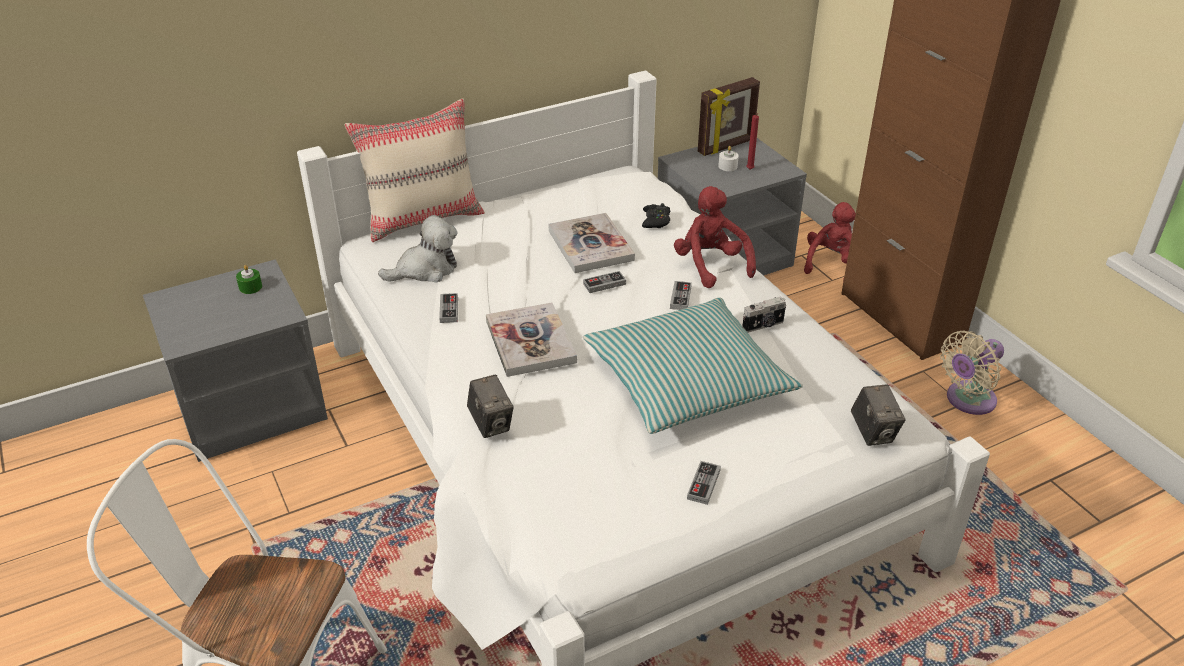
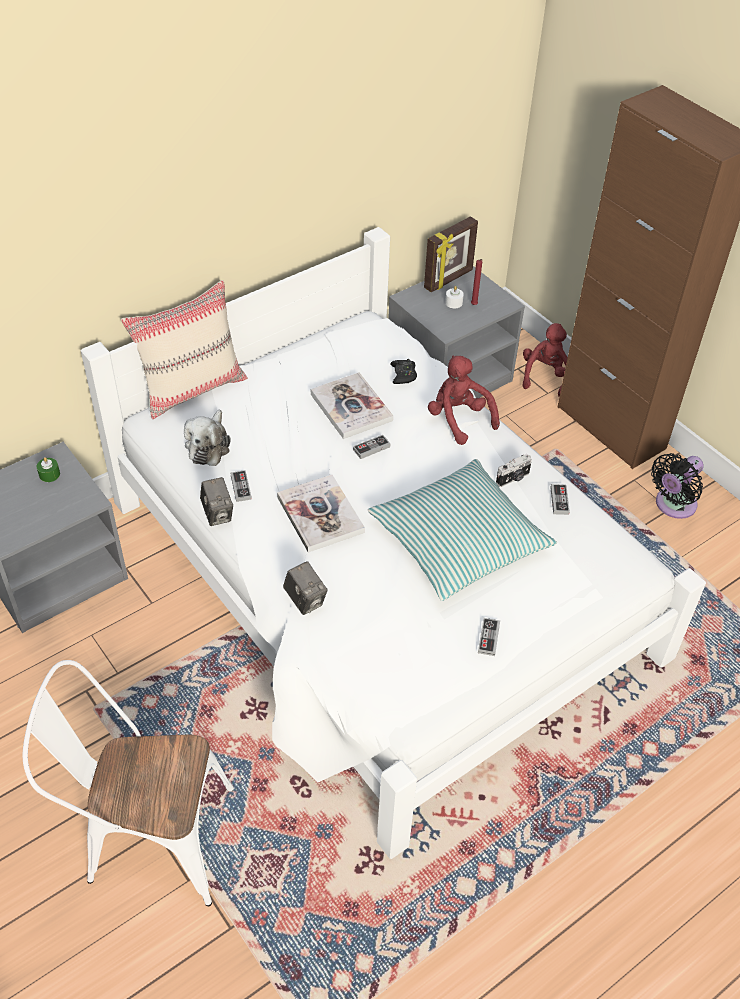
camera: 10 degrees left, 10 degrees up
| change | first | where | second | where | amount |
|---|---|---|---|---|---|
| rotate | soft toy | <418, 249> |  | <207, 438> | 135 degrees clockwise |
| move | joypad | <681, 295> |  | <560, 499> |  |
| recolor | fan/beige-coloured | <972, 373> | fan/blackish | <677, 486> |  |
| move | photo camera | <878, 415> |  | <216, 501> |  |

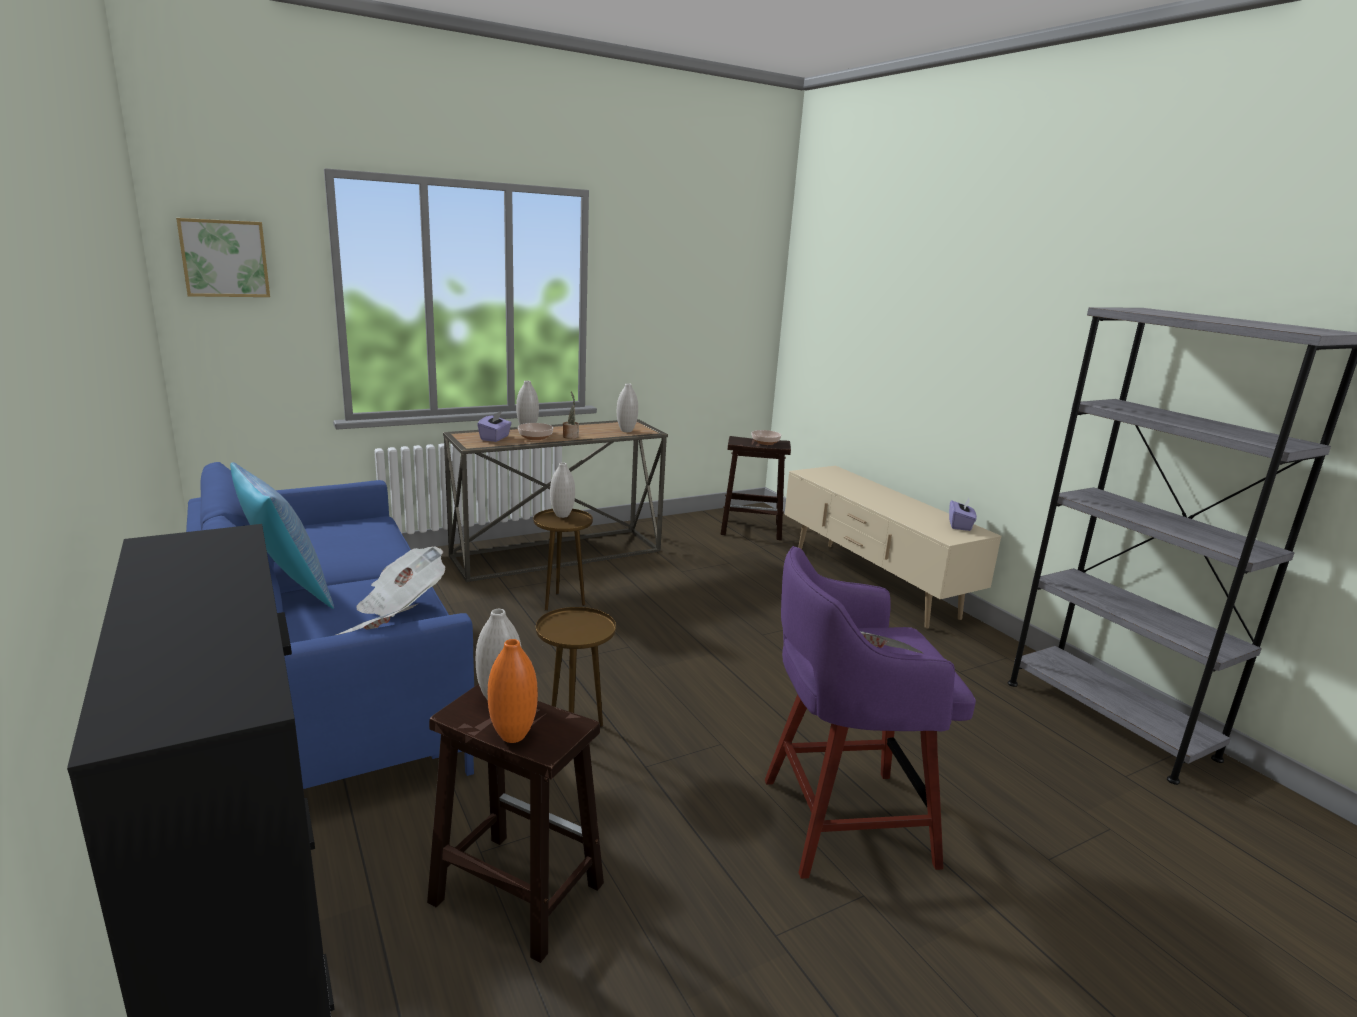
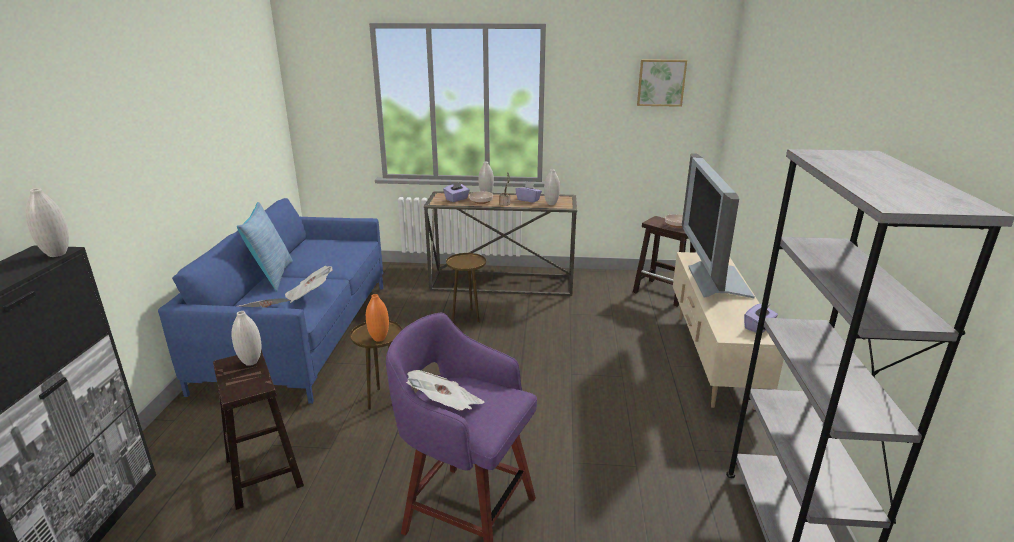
camera: 35 degrees right, 5 degrees up
| change | first | where | second | where | amount |
|---|---|---|---|---|---|
| move | wall art | <223, 257> |  | <662, 83> |  |
| move | decorative vase/whitish | <562, 490> |  | <47, 222> |  |
| move | decorative vase/orange | <513, 691> |  | <377, 318> |  |
| insert |  |  | TV set | <718, 226> |  |
| insert |  |  | box of tissues/purple | <528, 192> |  |

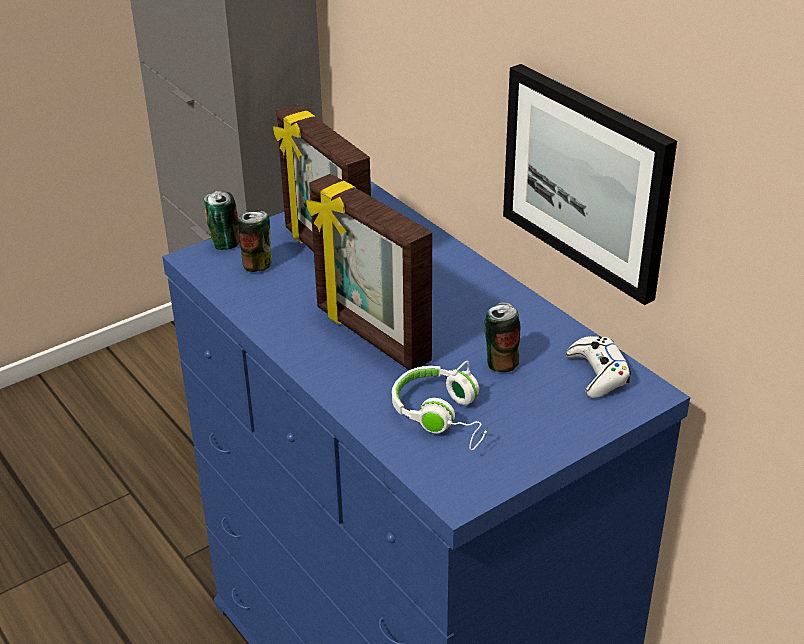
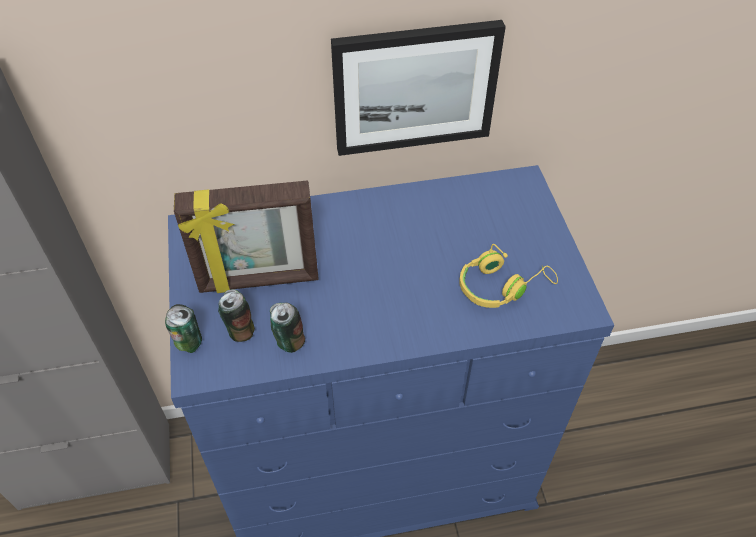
camera: 65 degrees left, 15 degrees up
| change | first | where | second | where | amount |
|---|---|---|---|---|---|
| delete | picture frame | <369, 272> |  |  |  |
| move | metal can | <502, 337> |  | <287, 328> |  |
| delete | joypad/whitish | <598, 367> |  |  |  |
| recolor | pair of headphones/whitish | <440, 406> | pair of headphones/yellowish | <508, 276> |  |

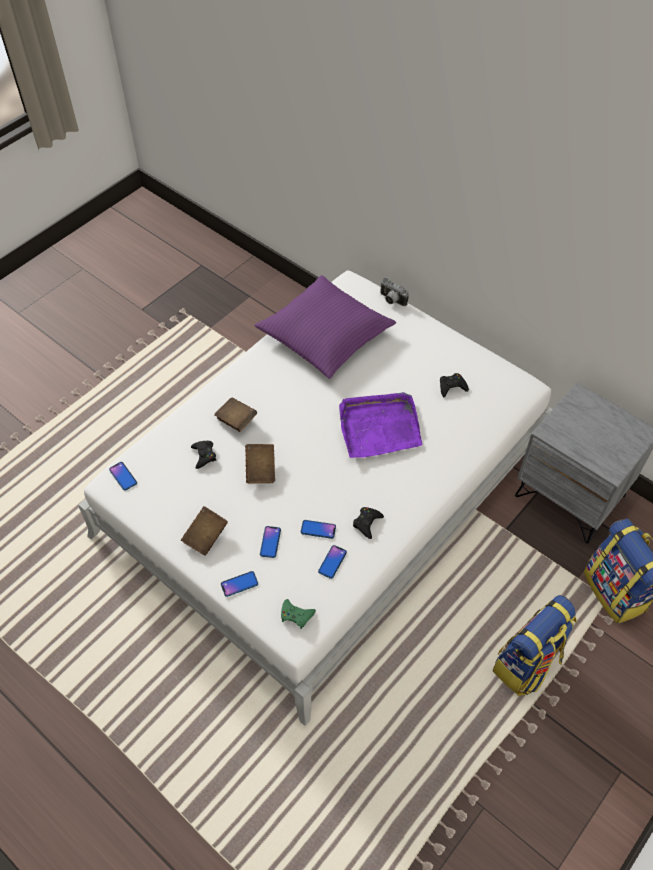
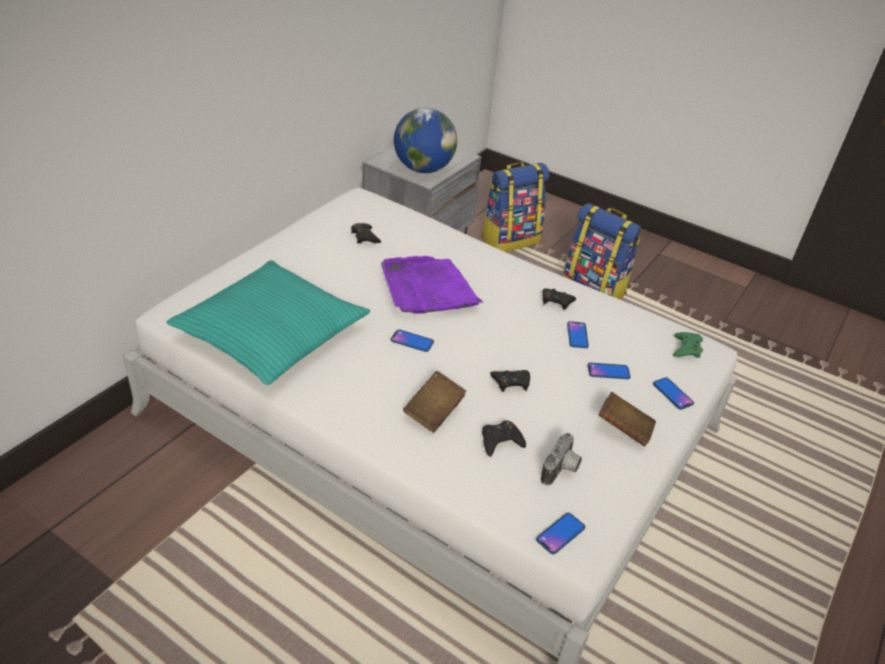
camera: 100 degrees left, 15 degrees down
| change | first | where | second | where | amount |
|---|---|---|---|---|---|
| recolor | pillow/purple | <325, 327> | pillow/blue-green | <269, 322> |  |
| move | photo camera | <394, 292> |  | <561, 459> |  |
| replace | volume/brown-coloured | <260, 464> | joypad/blackish | <510, 381> |  |
| move | phone | <332, 562> |  | <412, 340> |  |
| insert |  |  | globe | <425, 140> |  |

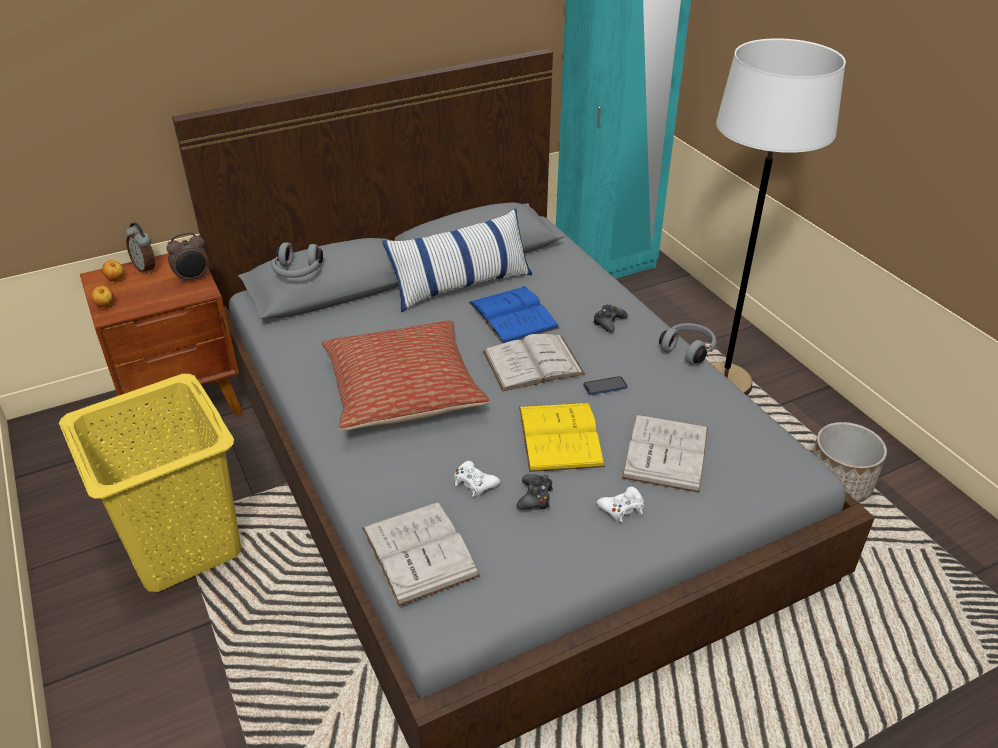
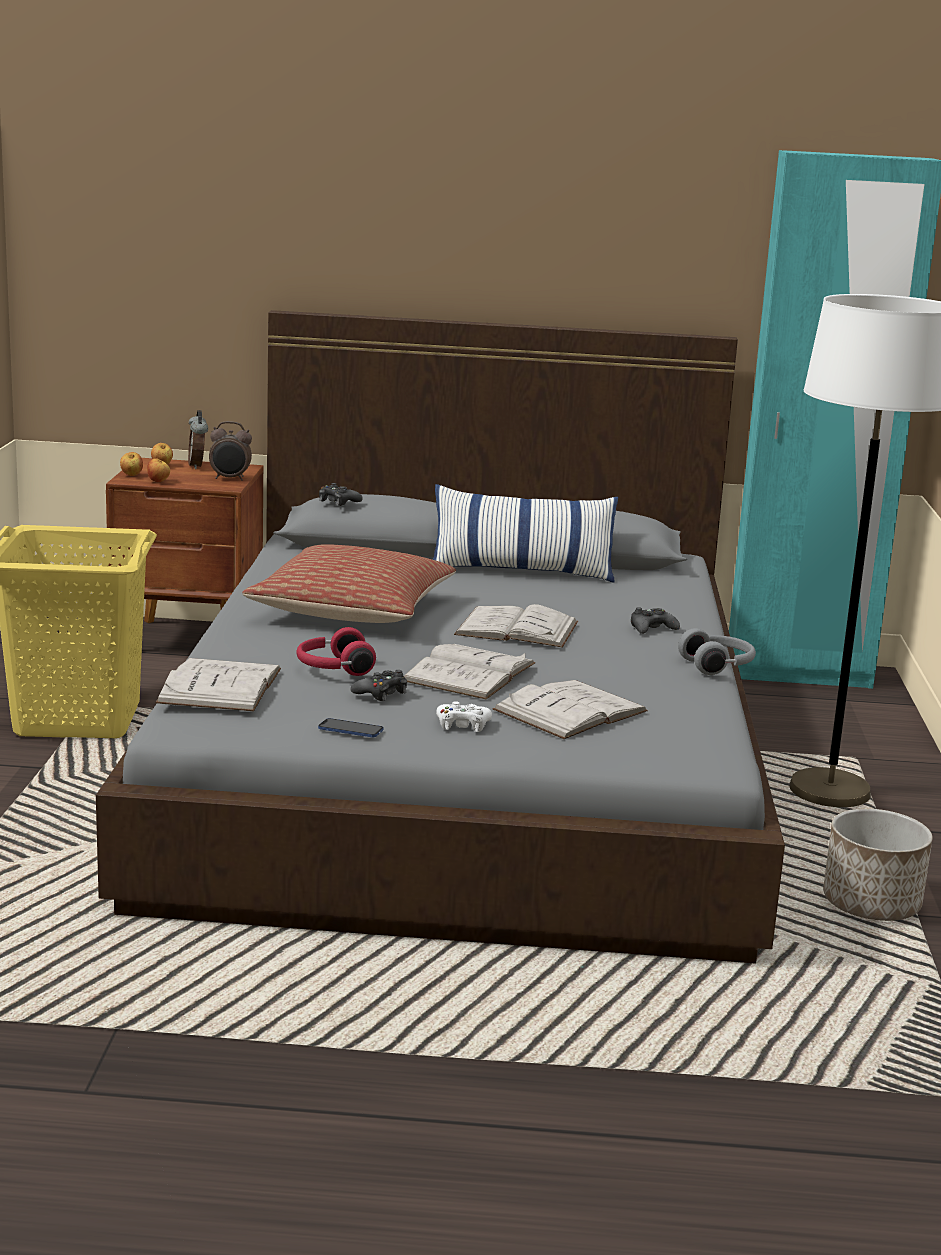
camera: 30 degrees right, 20 degrees down
| change | first | where | second | where | amount |
|---|---|---|---|---|---|
| replace | pair of headphones/gray | <297, 260> | joypad/blackish | <341, 494> |  |
| delete | volume/bluish | <514, 315> |  |  |  |
| move | phone | <605, 385> |  | <351, 727> |  |
| recolor | volume/yellowish | <562, 437> | volume/whitish | <470, 671> |  |
| replace | joypad/whitish | <477, 479> | pair of headphones/red-coloured | <336, 651> |  |
| insert |  |  | apple | <158, 470> |  |

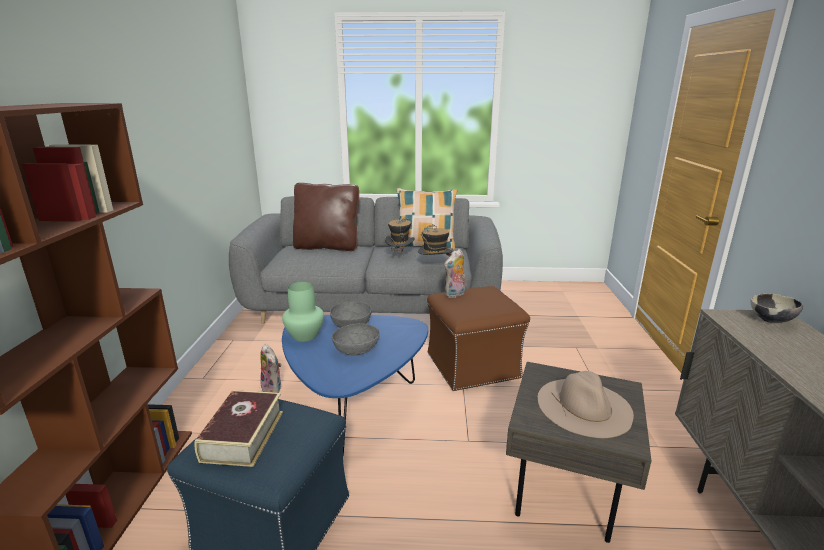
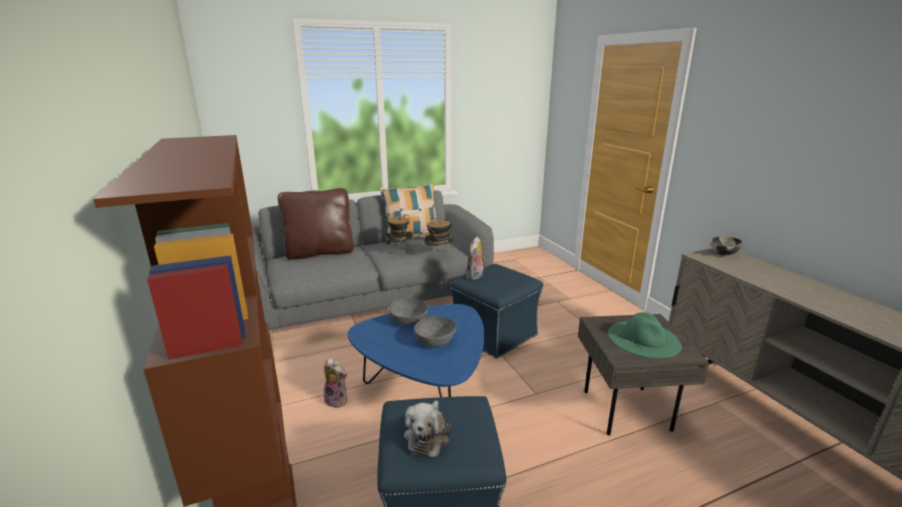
camera: 25 degrees left, 0 degrees up
| change | first | where | second | where | amount |
|---|---|---|---|---|---|
| delete | decorative vase/green | <303, 312> |  |  |  |
| recolor | pouffe/brown-coloured | <478, 338> | pouffe/bluish | <496, 311> |  |
| recolor | wearable hat/beige-coloured | <586, 404> | wearable hat/green | <645, 335> |  |
| replace | volume | <238, 428> | soft toy | <427, 428> |  |

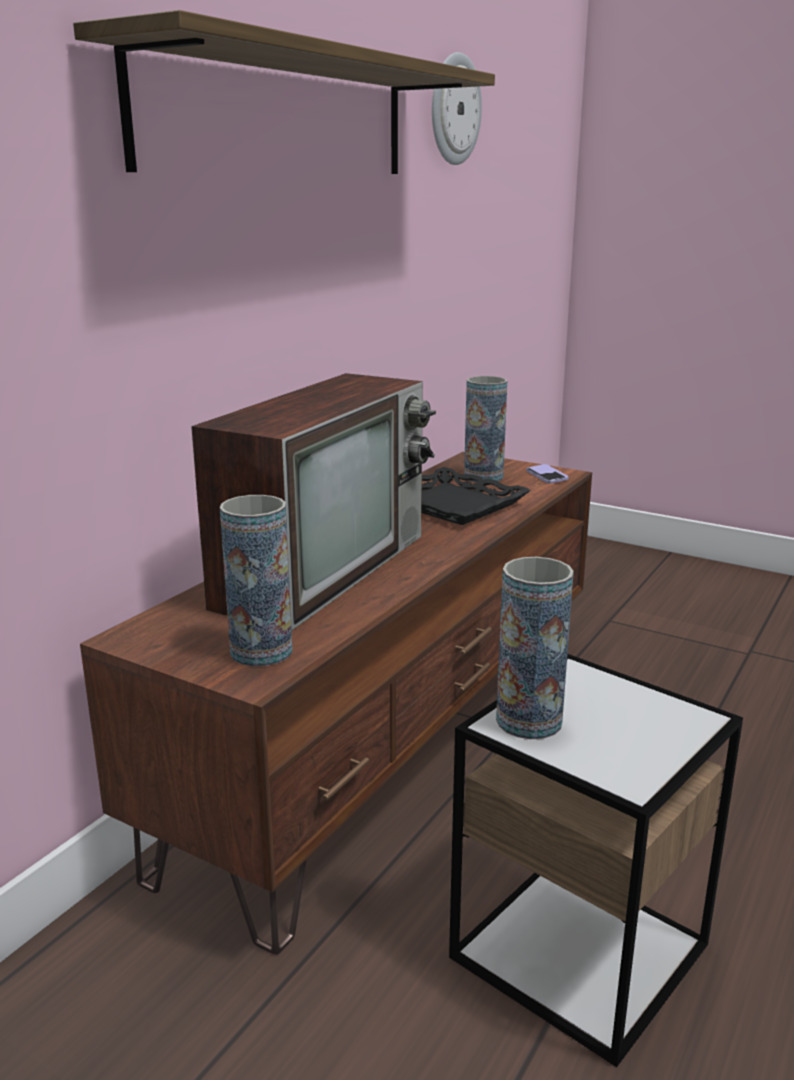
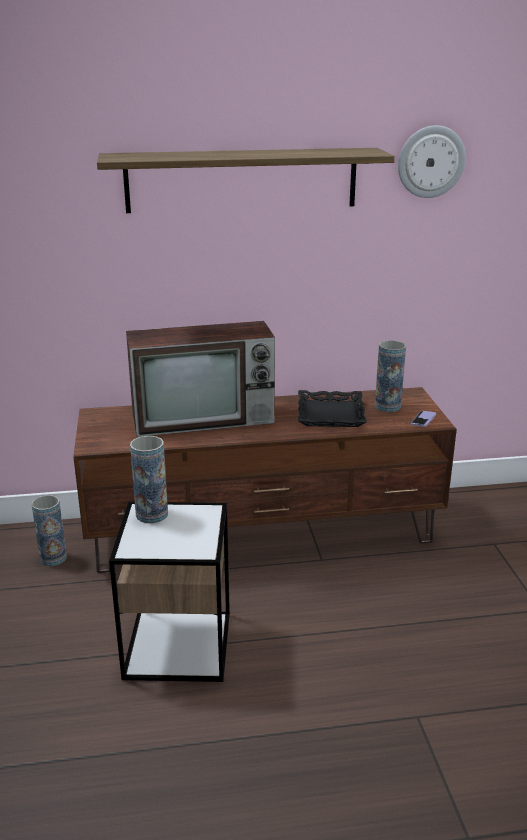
camera: 50 degrees right, 5 degrees up
| change | first | where | second | where | amount |
|---|---|---|---|---|---|
| move | decorative vase | <256, 581> |  | <49, 530> |  |

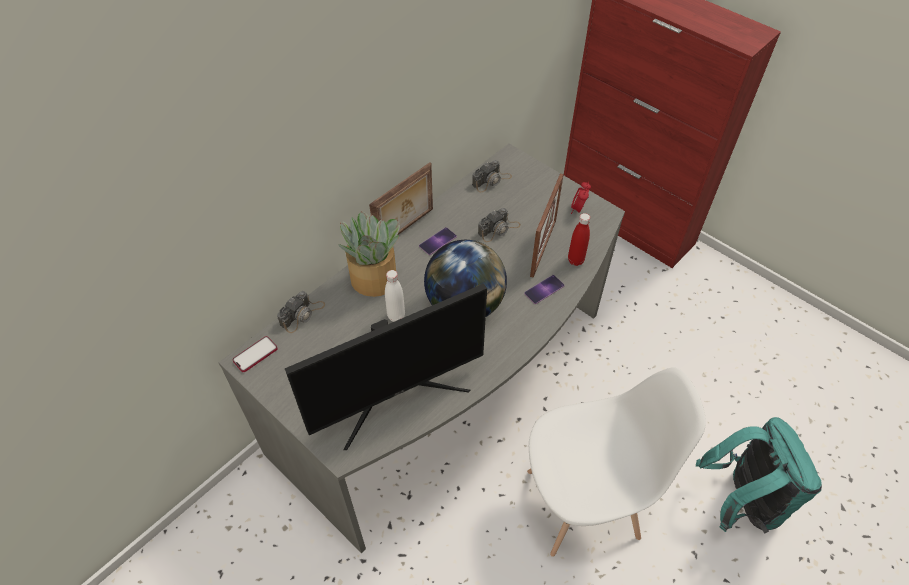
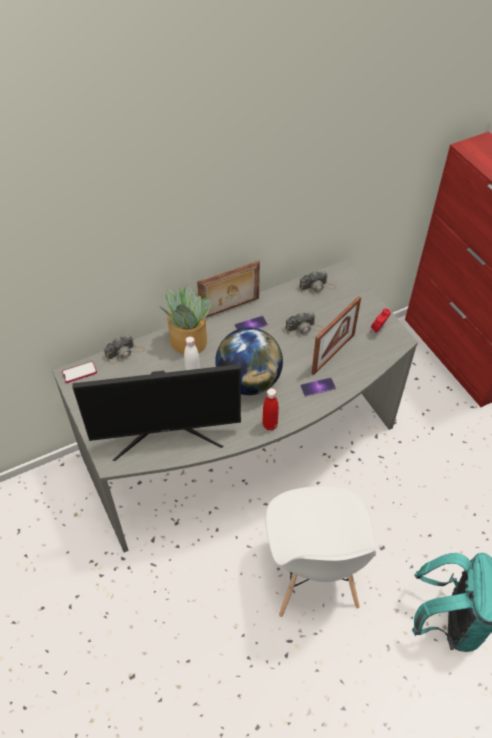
camera: 20 degrees right, 0 degrees up
| change | first | where | second | where | amount |
|---|---|---|---|---|---|
| move | bottle/red-coloured | <579, 239> |  | <270, 409> |  |
| rotate | upright chair/whitish | <616, 462> |  | <320, 551> | 75 degrees clockwise |

